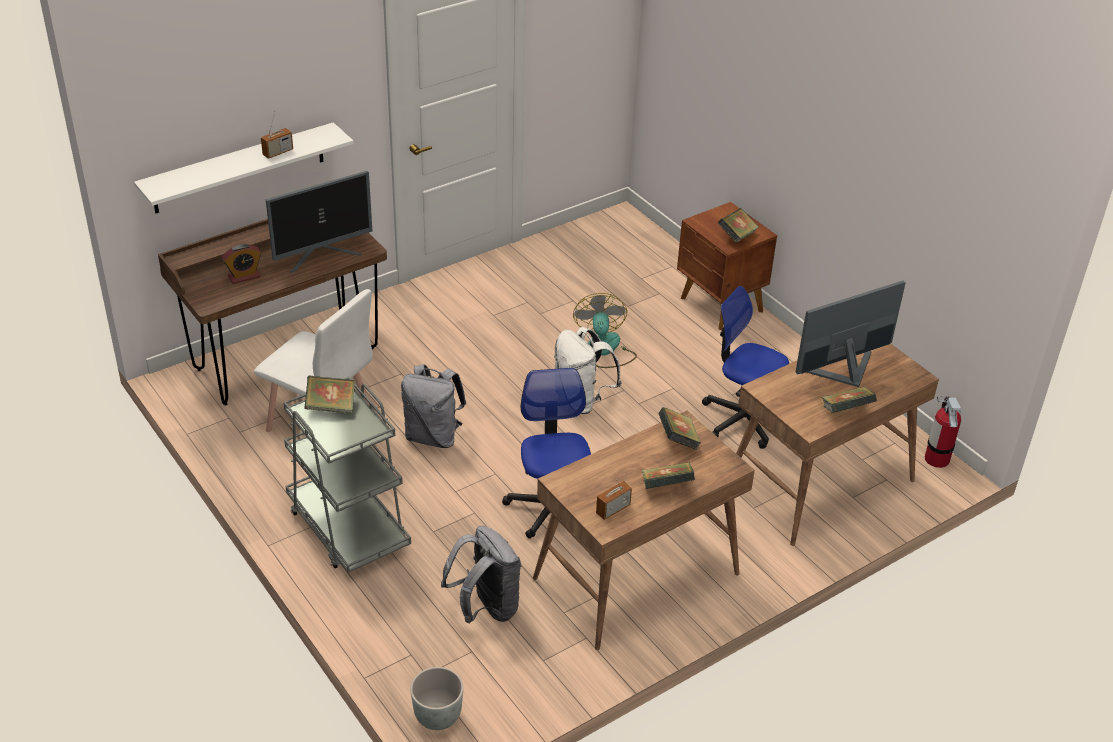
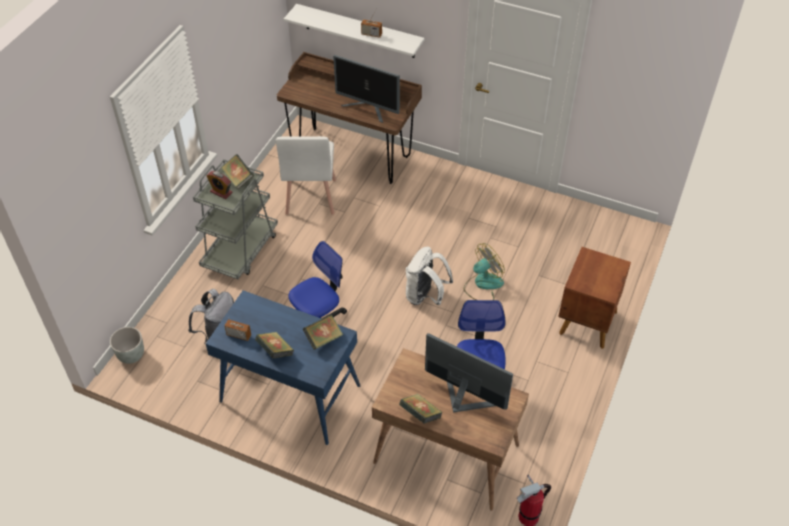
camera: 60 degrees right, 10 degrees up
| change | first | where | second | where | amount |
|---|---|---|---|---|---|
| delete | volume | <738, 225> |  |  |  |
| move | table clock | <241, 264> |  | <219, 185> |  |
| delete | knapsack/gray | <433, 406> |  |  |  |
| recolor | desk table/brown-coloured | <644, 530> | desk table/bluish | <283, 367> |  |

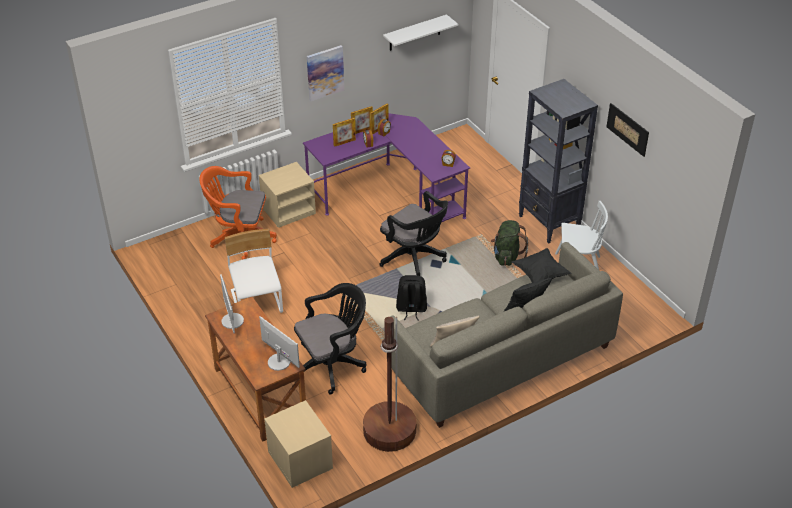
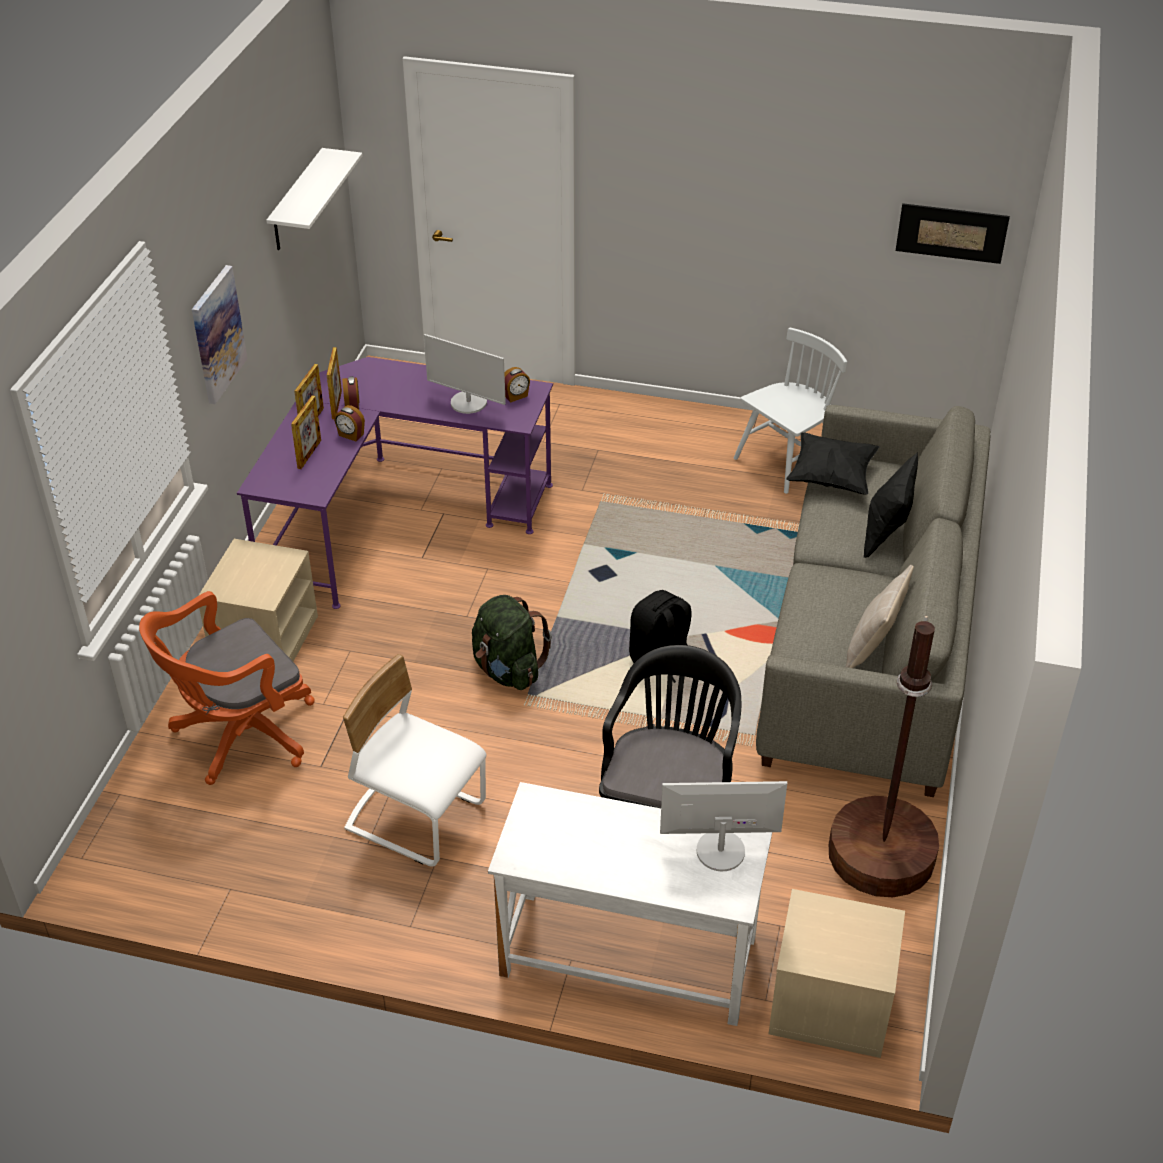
camera: 45 degrees left, 0 degrees up
| change | first | where | second | where | amount |
|---|---|---|---|---|---|
| delete | shelving unit/blackish | <558, 161> |  |  |  |
| move | wall art | <628, 130> |  | <953, 233> |  |
| delete | computer chair/blackish | <413, 233> |  |  |  |
| move | knapsack/green | <509, 243> |  | <512, 642> |  |
| move | monitor | <232, 303> |  | <465, 374> |  |
| recolor | desk table/brown-coloured | <255, 369> | desk table/whitish | <630, 904> |  |

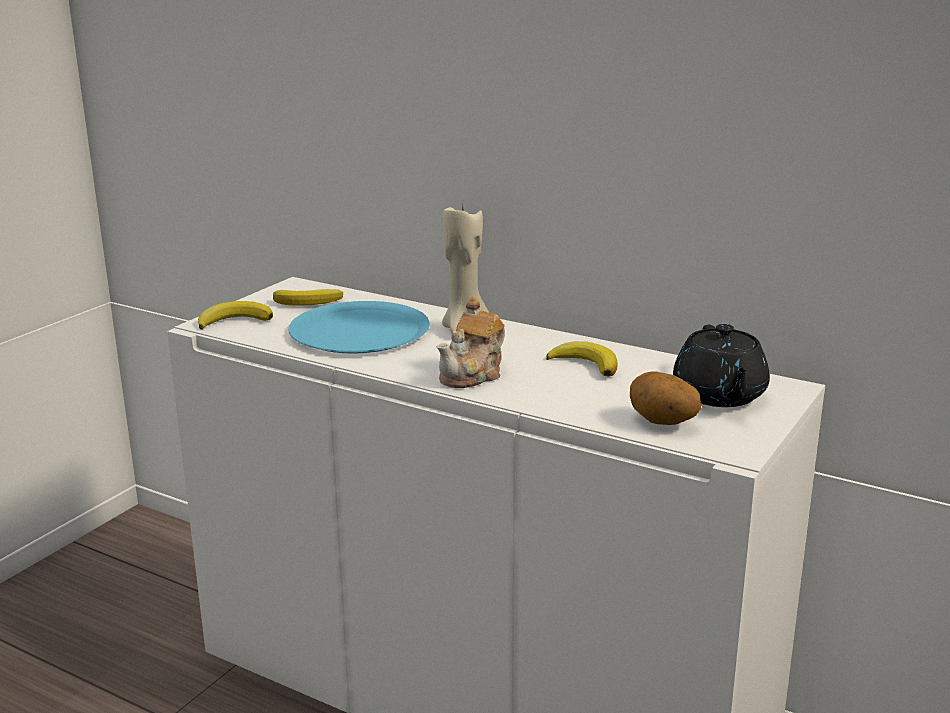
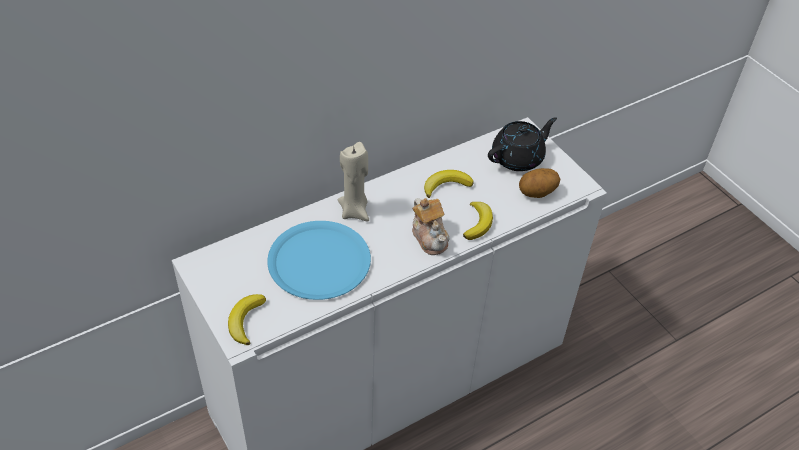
camera: 65 degrees left, 25 degrees up
| change | first | where | second | where | amount |
|---|---|---|---|---|---|
| move | banana | <308, 297> |  | <478, 221> |  |
| rotate | tea pot/blackish | <721, 365> |  | <522, 144> | 60 degrees counterclockwise |

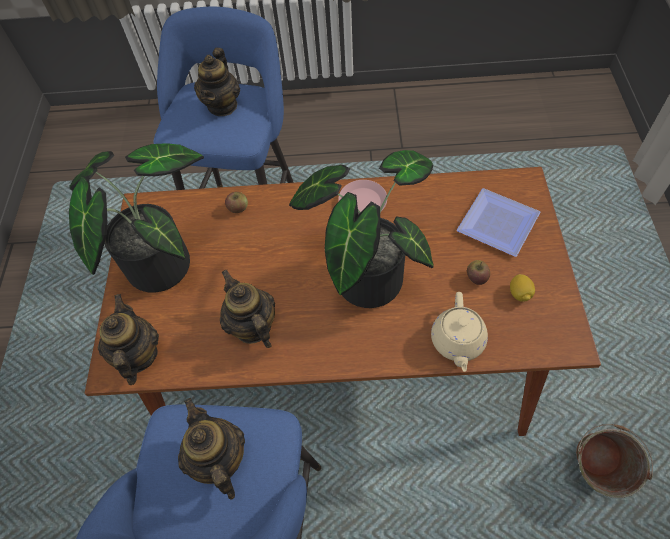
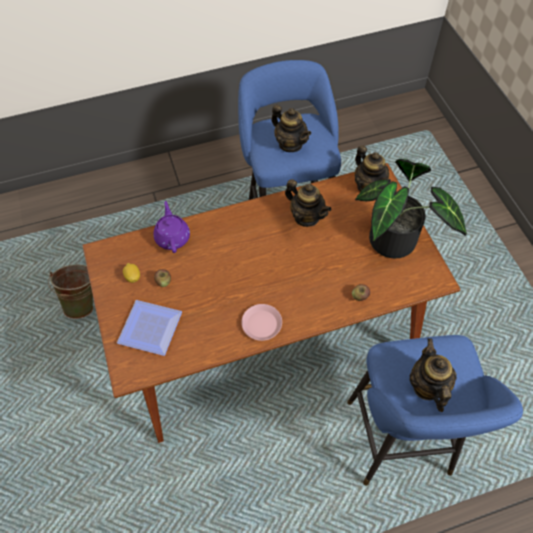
camera: 160 degrees right, 0 degrees up
| change | first | where | second | where | amount |
|---|---|---|---|---|---|
| delete | houseplant | <361, 229> |  |  |  |
| recolor | tea pot/beige-coloured | <459, 332> | tea pot/purple | <171, 227> |  |

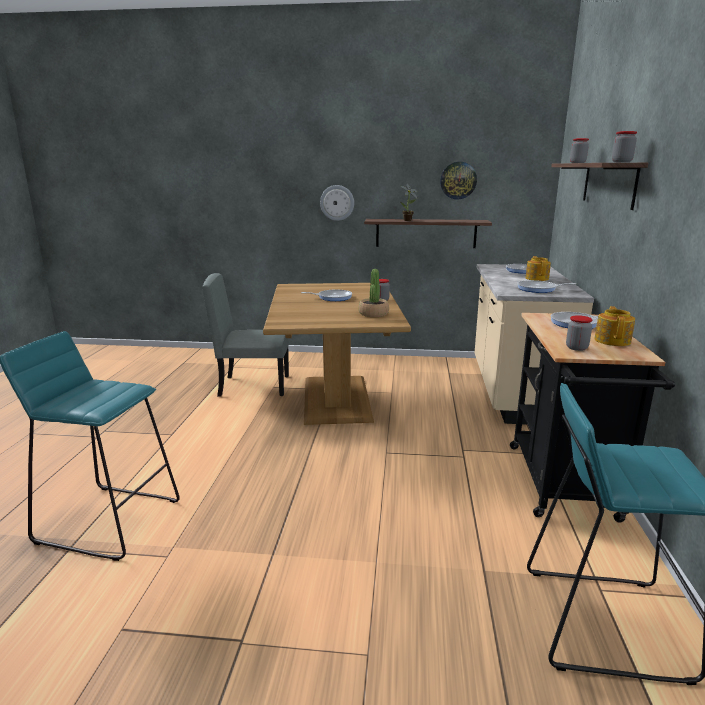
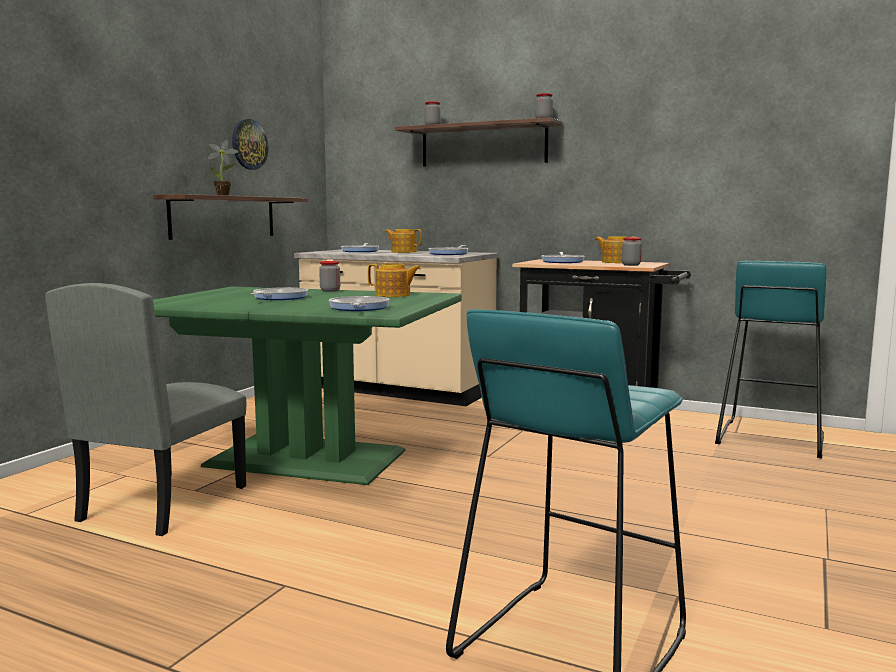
camera: 70 degrees left, 10 degrees down
| change | first | where | second | where | amount |
|---|---|---|---|---|---|
| delete | clock on the wall | <337, 203> |  |  |  |
| replace | houseplant | <374, 293> | tea pot | <394, 280> |  |
| recolor | dinner table/brown-coloured | <337, 354> | dinner table/green | <307, 386> |  |
| insert |  |  | frying pan | <359, 303> |  |

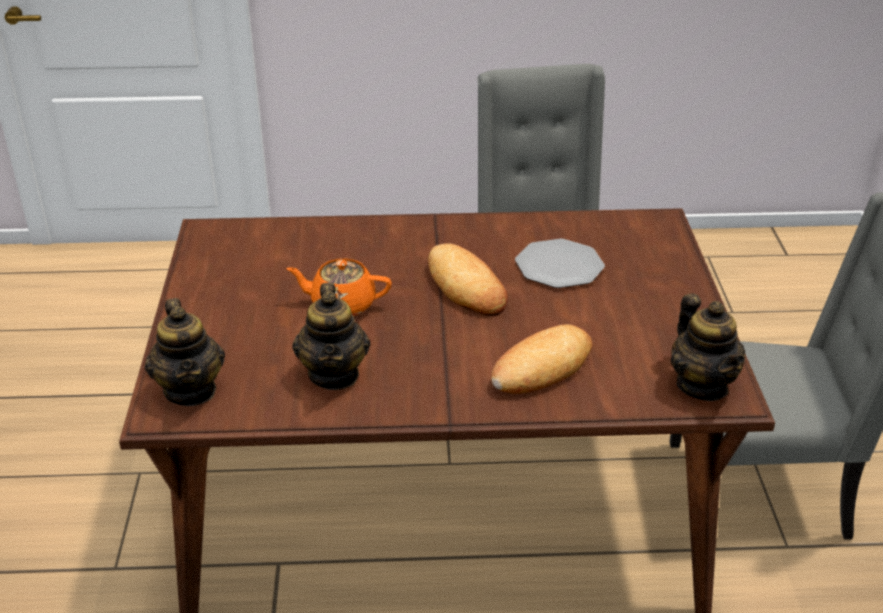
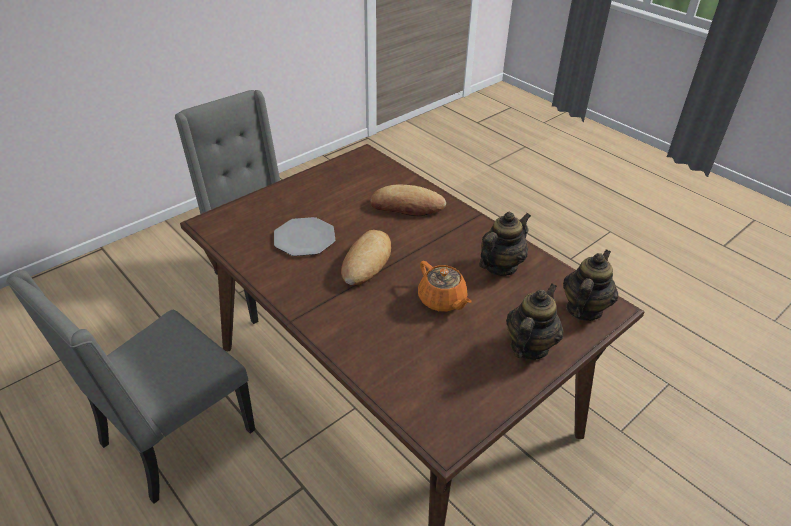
camera: 130 degrees left, 5 degrees up
| change | first | where | second | where | amount |
|---|---|---|---|---|---|
| move | tea pot | <708, 347> |  | <535, 321> |  |

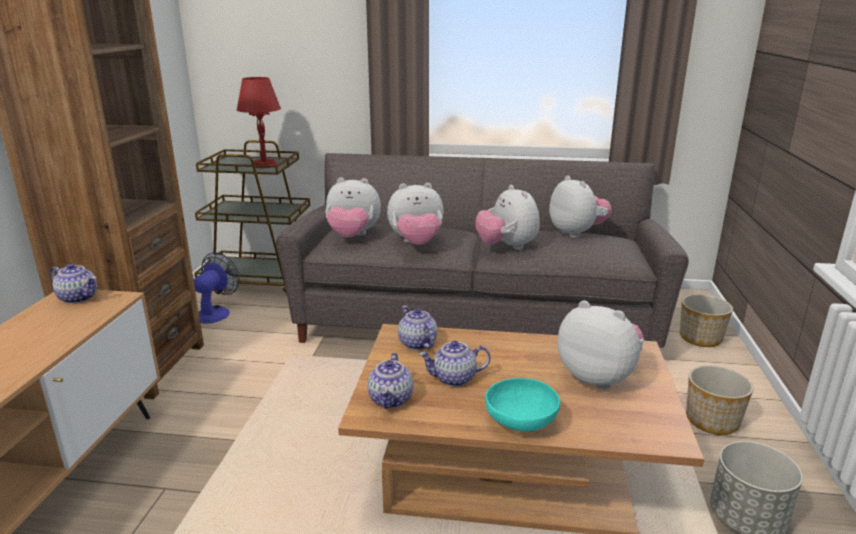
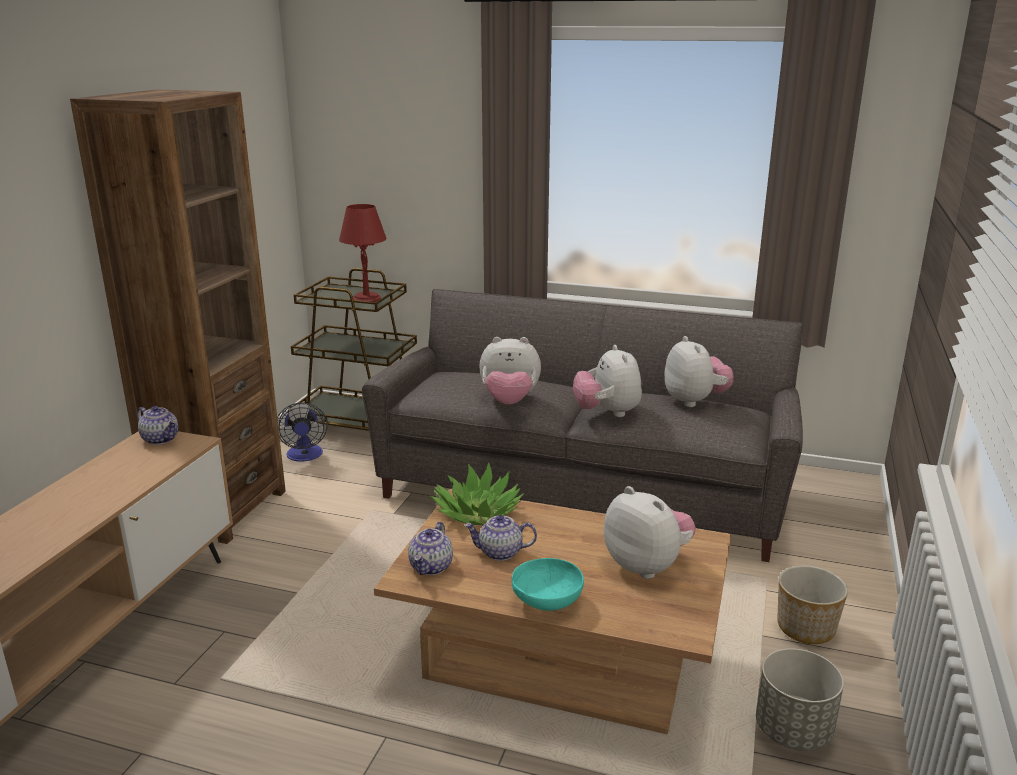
camera: 10 degrees right, 0 degrees up
| change | first | where | second | where | amount |
|---|---|---|---|---|---|
| delete | soft toy | <353, 208> |  |  |  |
| rotate | fan | <217, 287> |  | <302, 432> | 135 degrees clockwise |
| delete | plant pot | <706, 320> |  |  |  |
| replace | tea pot | <417, 328> | houseplant | <477, 493> |  |

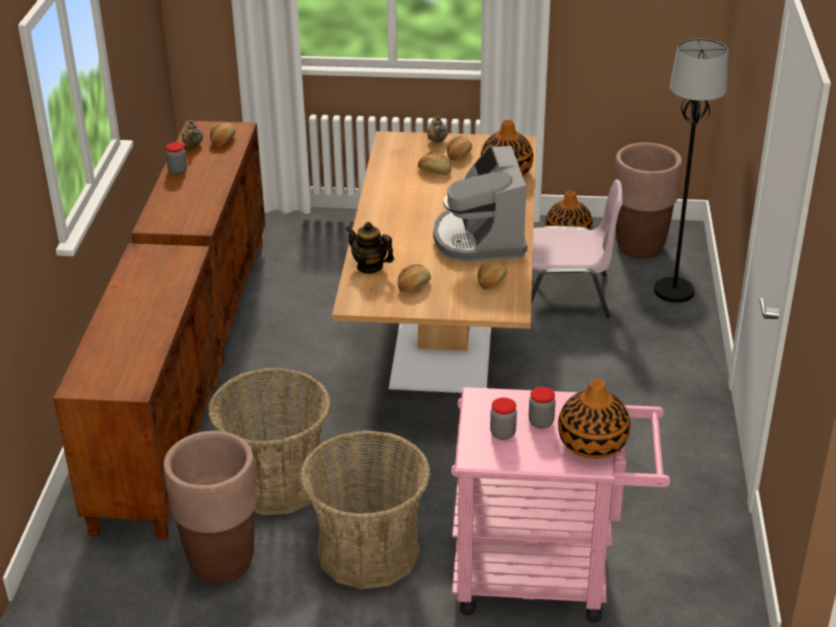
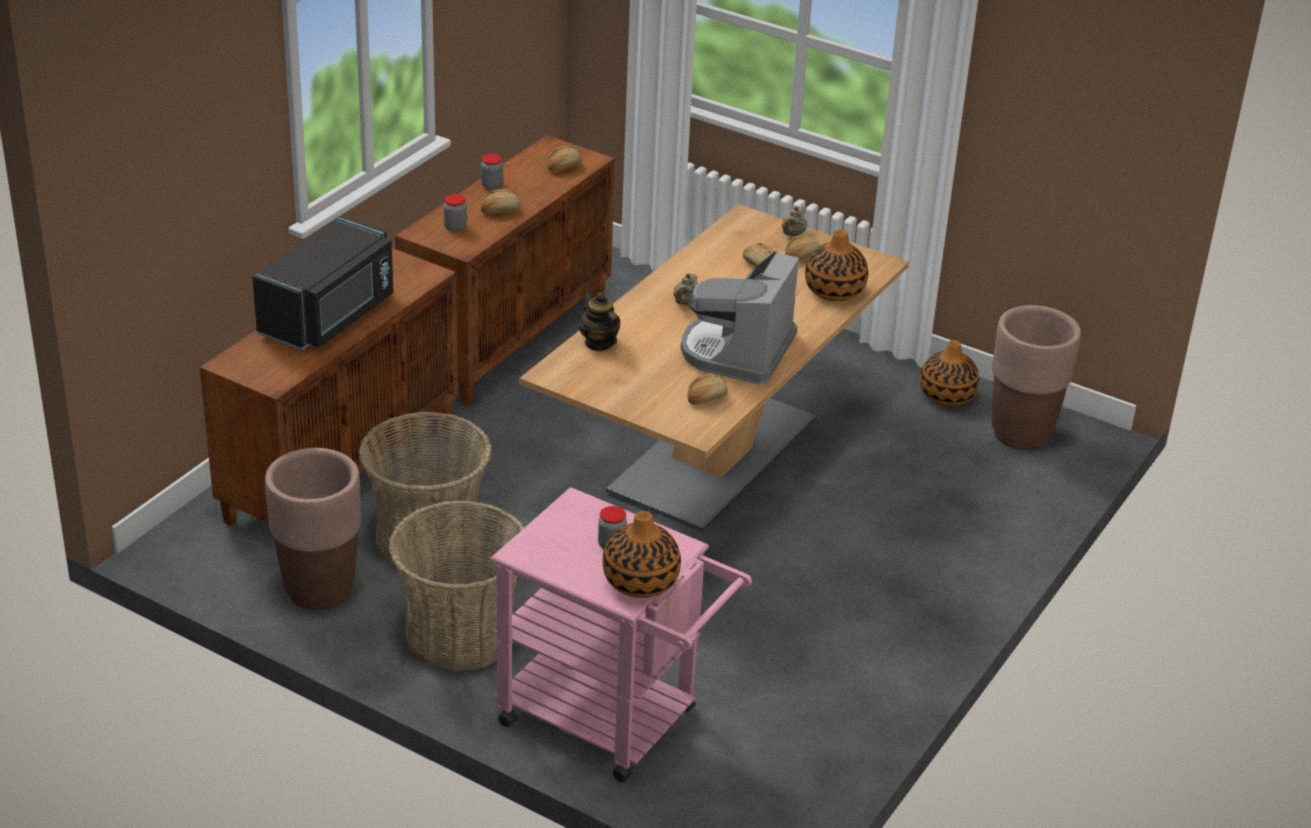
camera: 25 degrees right, 0 degrees up
| change | first | where | second | where | amount |
|---|---|---|---|---|---|
| delete | standing lamp/blackish | <691, 170> |  |  |  |
| move | tea pot/beige-coloured | <192, 133> |  | <685, 289> |  |
| delete | upright chair/pinkish | <577, 248> |  |  |  |
| move | bread | <414, 278> |  | <500, 201> |  |
| move | jar | <503, 419> |  | <455, 213> |  |
| insert |  |  | microwave oven/blackish | <322, 283> |  |

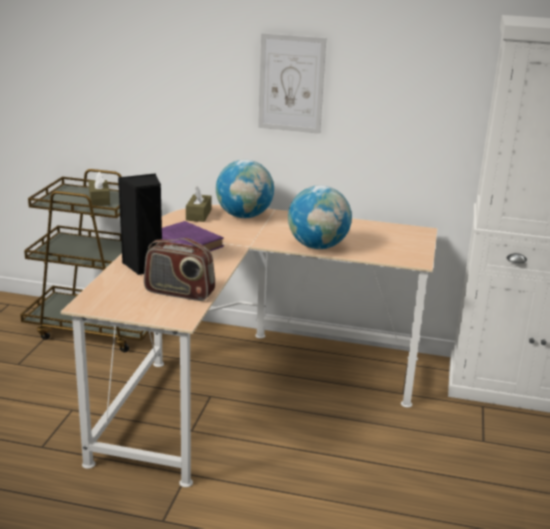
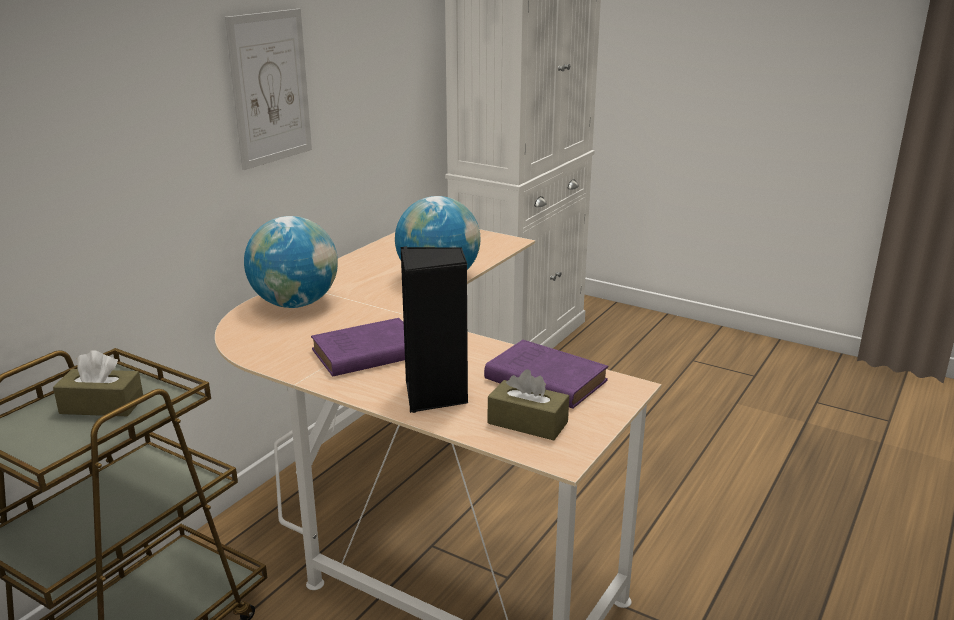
camera: 70 degrees left, 0 degrees up
| change | first | where | second | where | amount |
|---|---|---|---|---|---|
| move | box of tissues/brown-coloured | <199, 204> |  | <528, 404> |  |
| replace | radio receiver | <179, 269> | volume/purple | <546, 374> |  |

